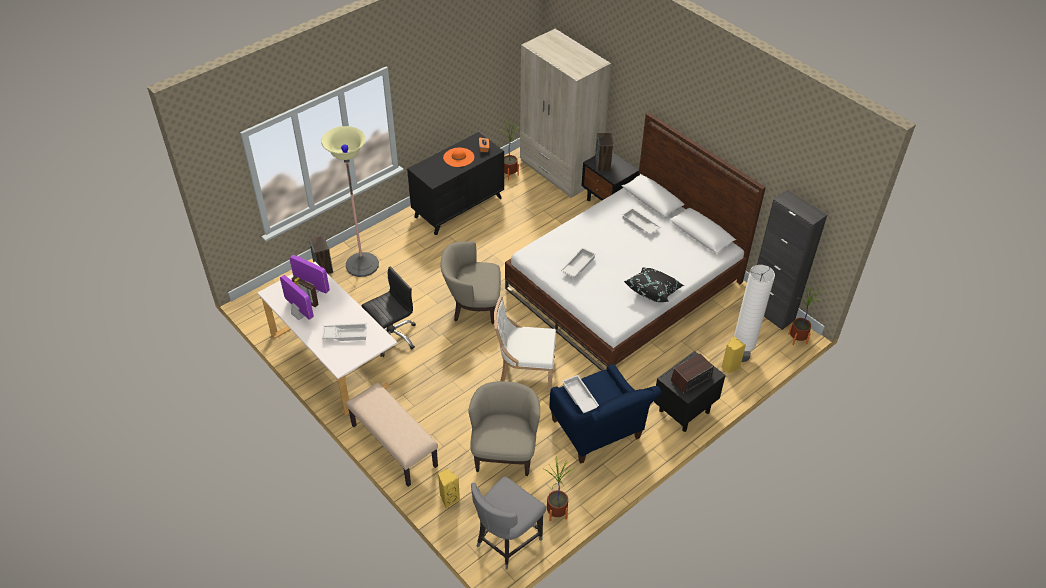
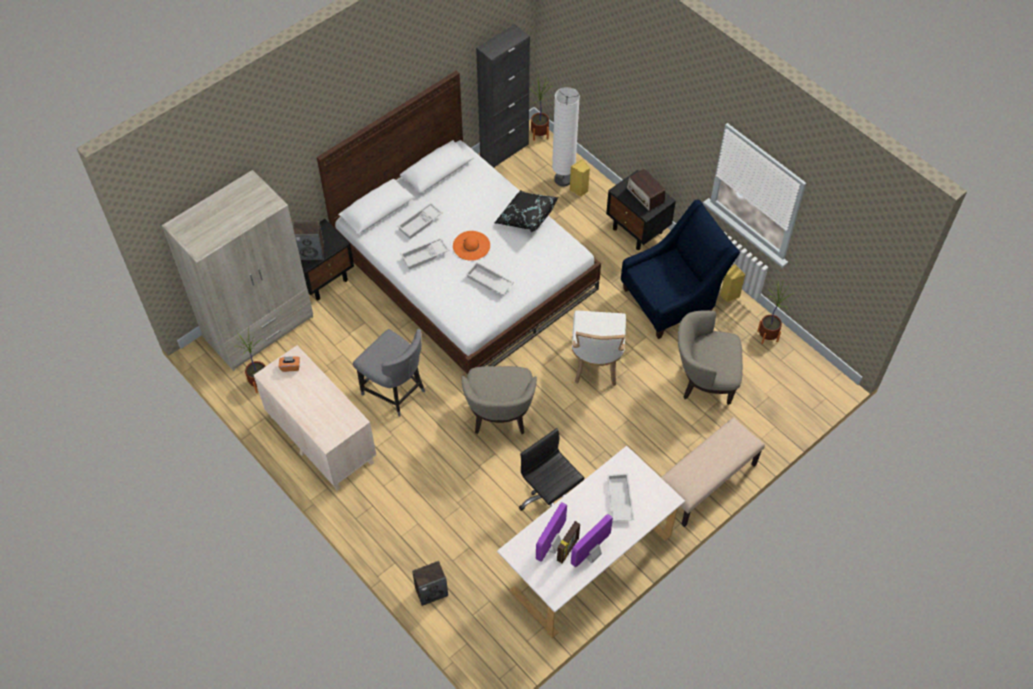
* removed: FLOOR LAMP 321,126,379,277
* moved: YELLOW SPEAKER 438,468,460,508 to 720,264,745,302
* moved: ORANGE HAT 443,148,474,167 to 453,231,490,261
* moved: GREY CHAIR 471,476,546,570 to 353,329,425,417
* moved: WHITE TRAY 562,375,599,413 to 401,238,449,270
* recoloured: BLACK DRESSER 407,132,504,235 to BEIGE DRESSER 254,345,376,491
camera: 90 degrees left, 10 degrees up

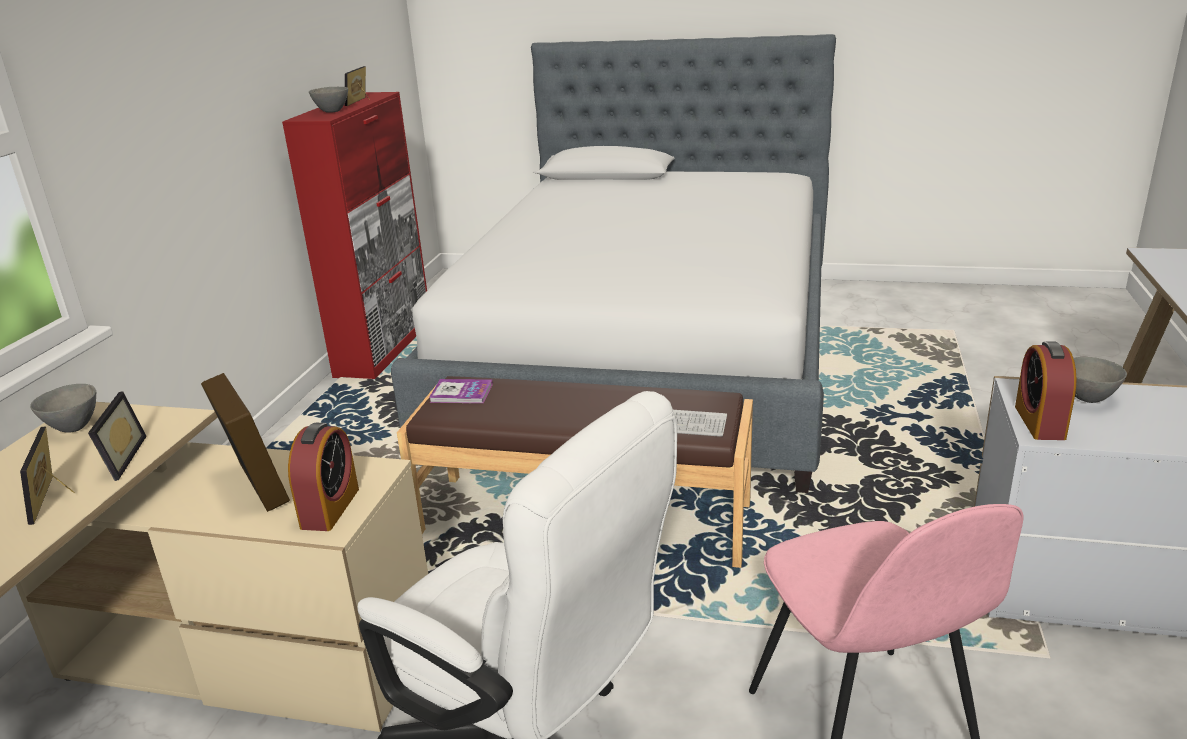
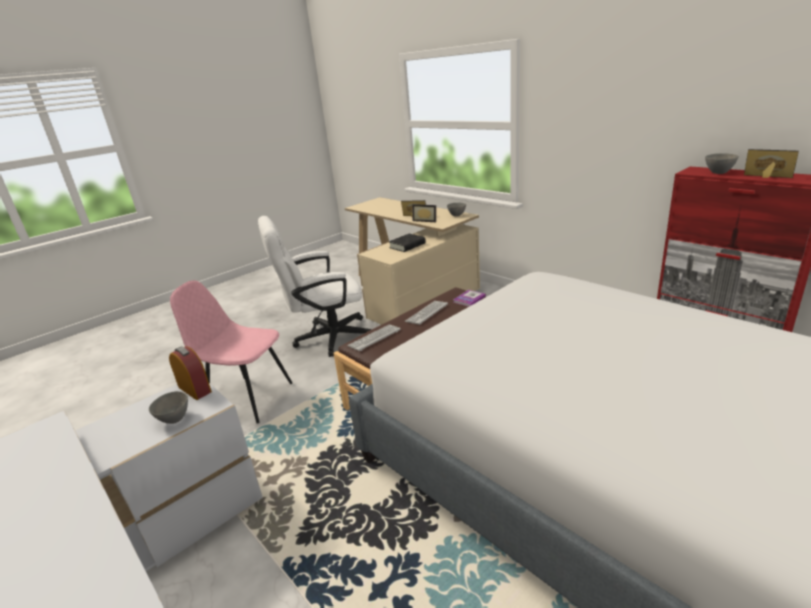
* removed: ALARM CLOCK 288,423,359,531
* added: KEYBOARD 405,301,448,325
* replaced: PICTURE FRAME 201,373,290,512 to BLACK BOOK 389,234,426,252
camera: 125 degrees right, 0 degrees up

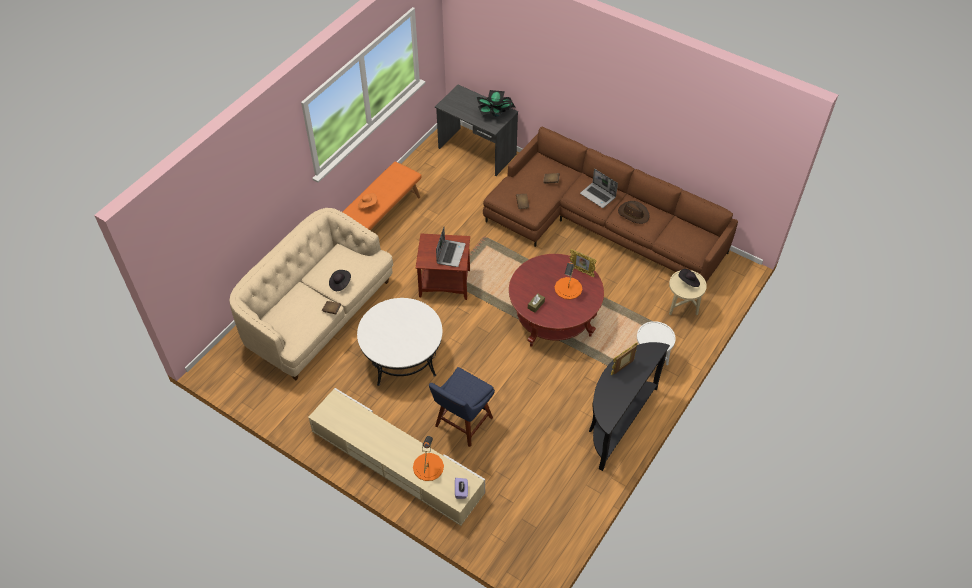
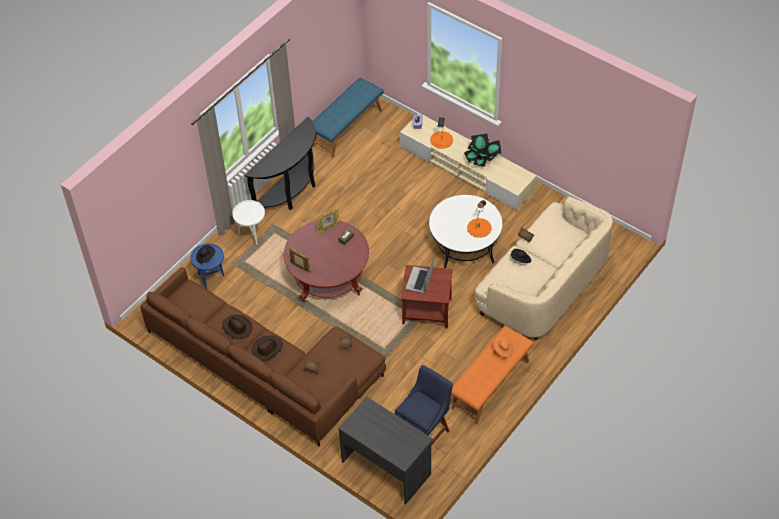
* added: BLUE BENCH 312,78,384,158
* moved: BLUE CHAIR 429,367,495,447 to 394,365,453,445
* moved: POTTED PLANT 476,90,516,117 to 464,134,502,167
* moved: ORANGE TABLE LAMP 555,262,582,300 to 467,200,492,238
* moved: PICTURE FRAME 611,342,638,375 to 316,208,340,235
* replaced: LAPTOP 580,169,618,208 to BROWN HAT 252,335,283,361
* recoloured: BEIGE SIDE TABLE 669,270,707,315 to BLUE SIDE TABLE 190,243,224,289
camera: 175 degrees left, 0 degrees up

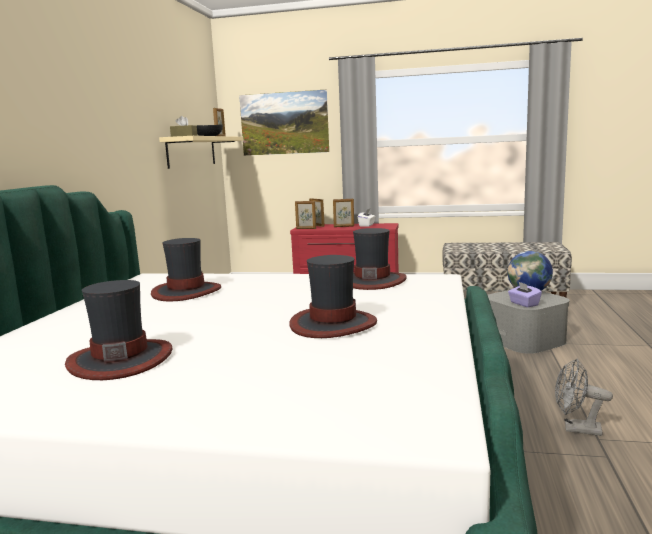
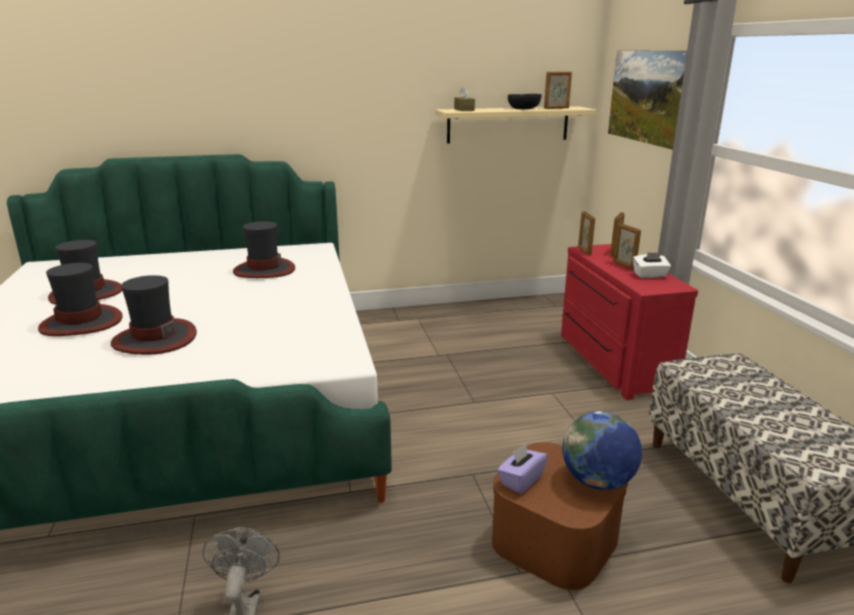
* moved: HAT 353,228,407,290 to 38,263,123,336
* recoloured: GREY STORAGE BOX 488,290,570,354 to BROWN STORAGE BOX 491,442,628,590
camera: 65 degrees right, 10 degrees up

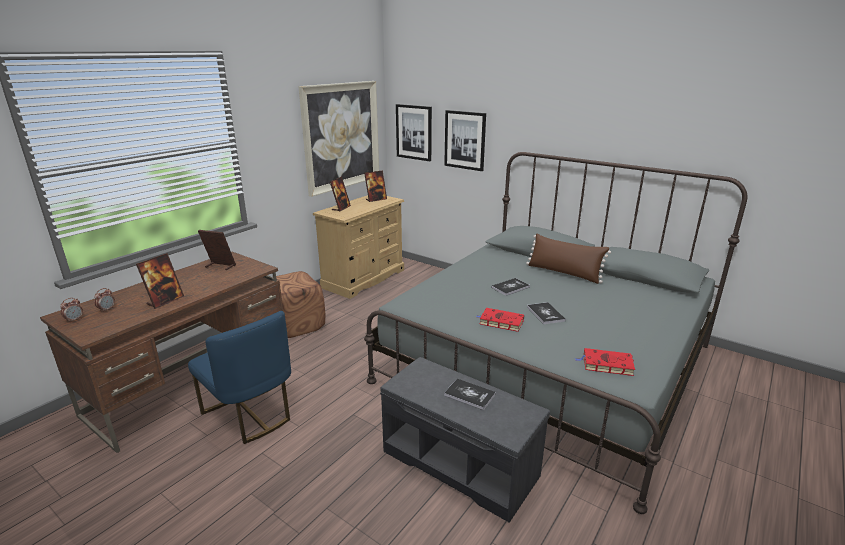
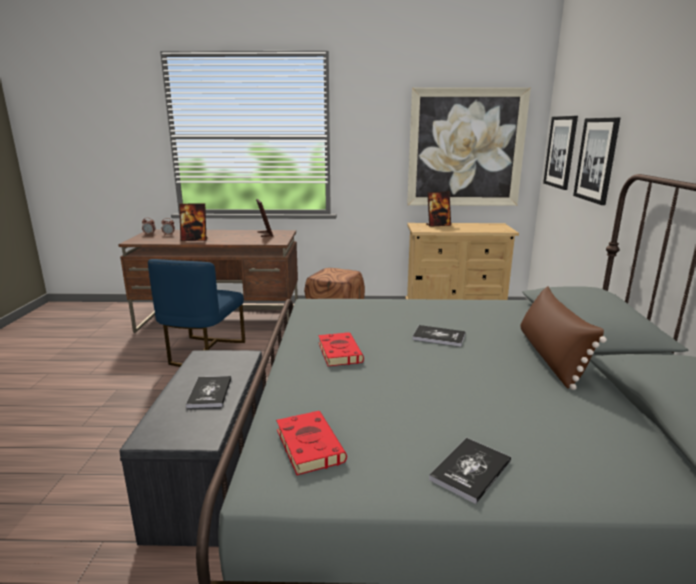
* removed: PICTURE FRAME 364,170,387,202
* moved: BOOK 527,302,566,325 to 429,438,511,504
camera: 55 degrees right, 5 degrees down

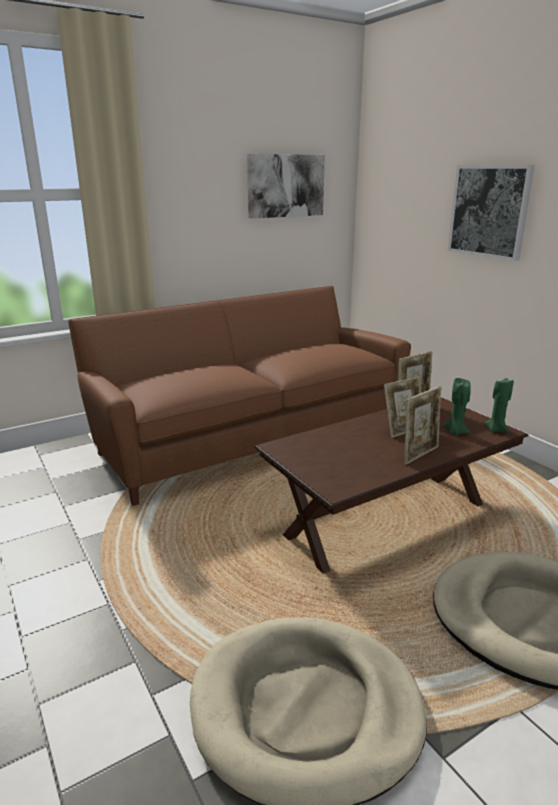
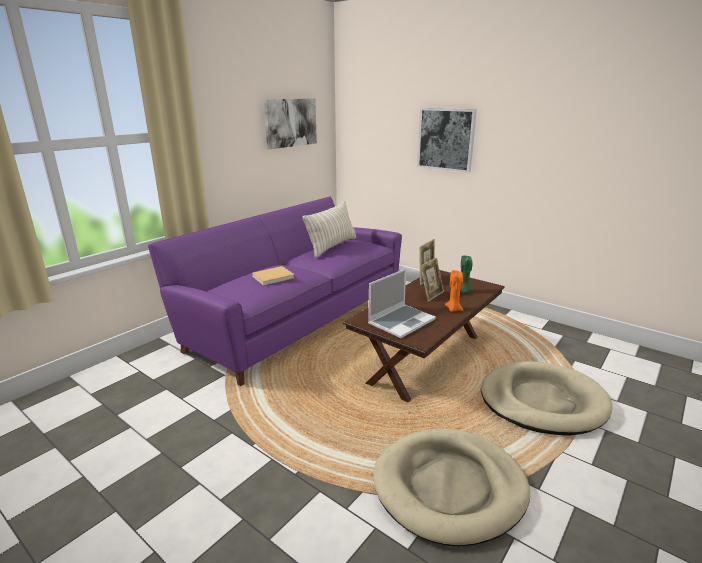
* removed: GREEN CANDLE 484,378,513,433
* added: BEIGE BOOK 252,266,294,286
* added: PILLOW 302,201,356,258
* added: LAPTOP 368,269,436,338
* replaced: PICTURE FRAME 404,386,441,465 to ORANGE CANDLE 445,270,463,312
* recoloured: BROWN SOFA 68,286,411,506 to PURPLE SOFA 148,197,402,386
camera: 20 degrees left, 0 degrees up

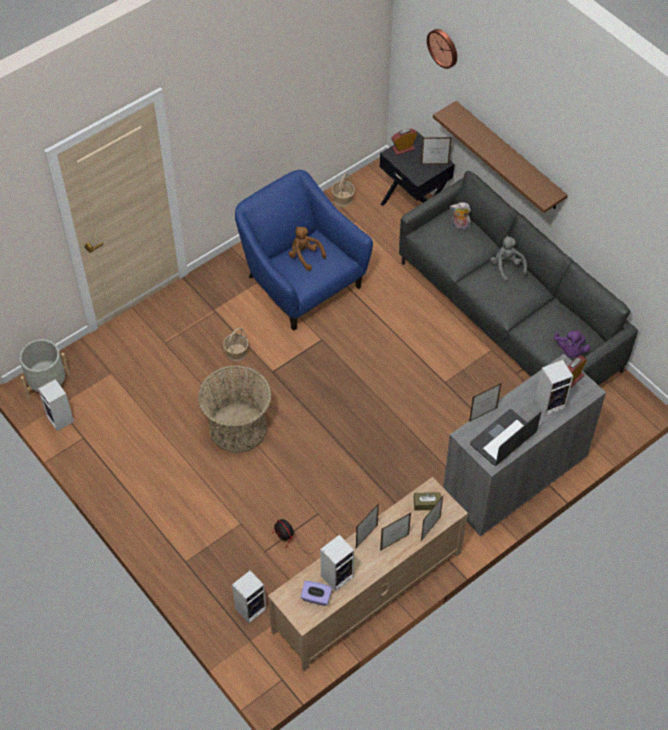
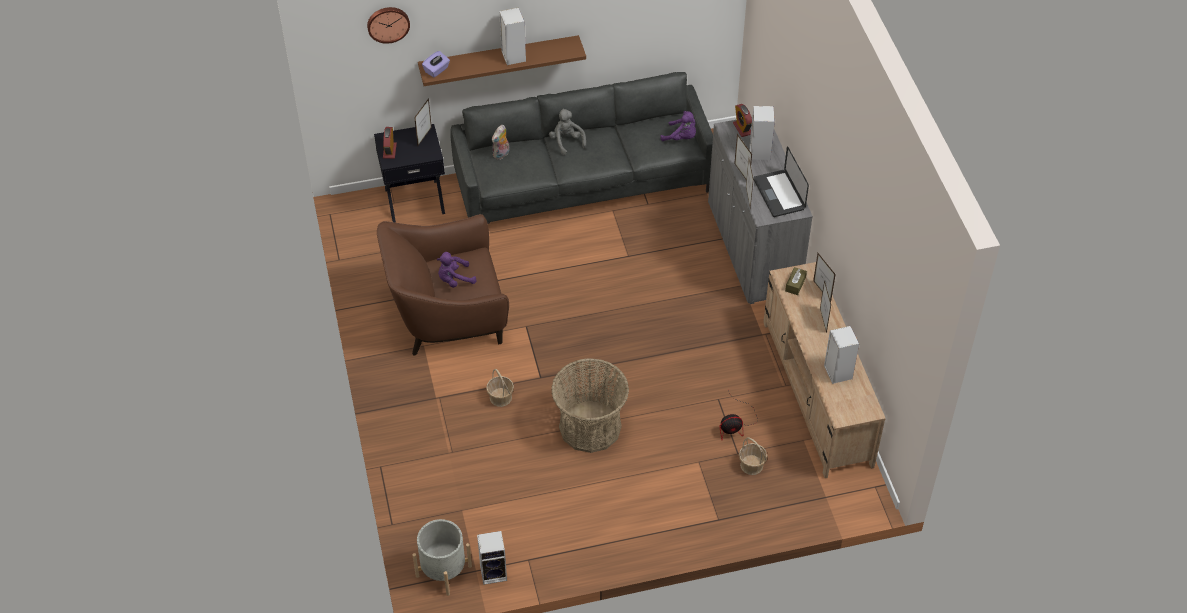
* moved: SPEAKER 232,570,266,623 to 499,7,526,65
* moved: PURPLE TISSUE BOX 301,581,332,606 to 422,51,450,78
* moved: BASKET 331,173,355,207 to 739,437,767,475
* moved: PICTURE FRAME 356,503,379,548 to 734,134,752,180
* recoloured: BLUE ARMCHAIR 235,170,373,330 to BROWN ARMCHAIR 377,214,509,356
* recoloured: BROWN PLUSH TOY 289,227,326,271 to PURPLE PLUSH TOY 437,252,477,288
* turned: GREY PLUSH TOY 490,236,527,282 = 549,109,586,155 60 degrees clockwise
camera: 65 degrees left, 5 degrees down

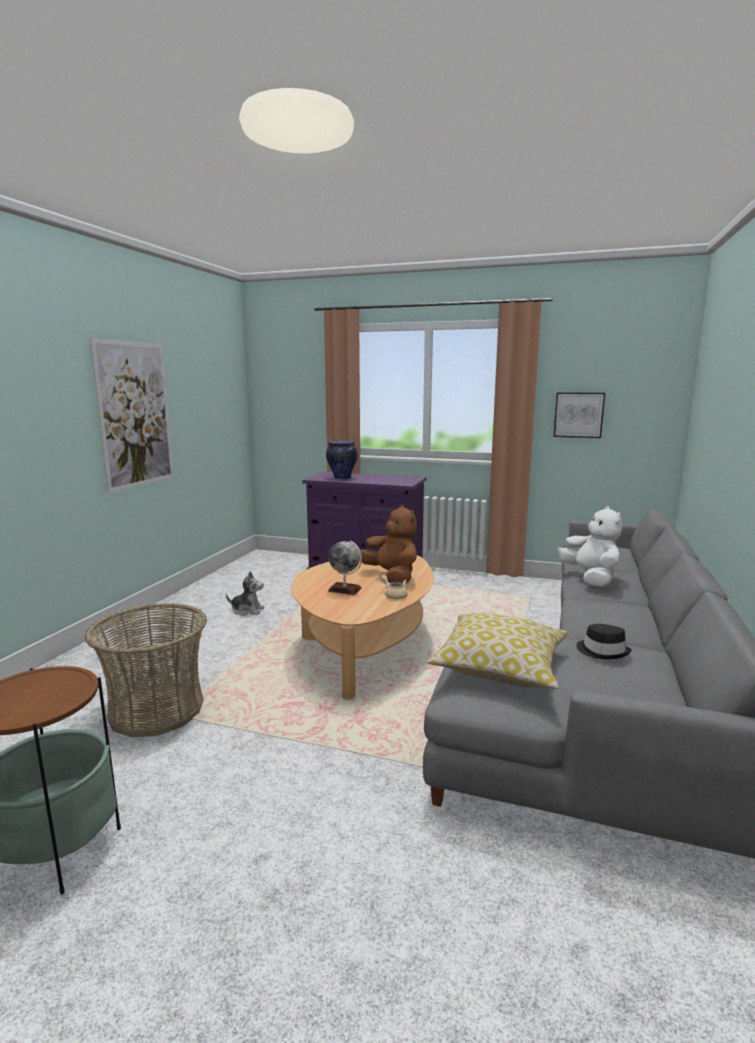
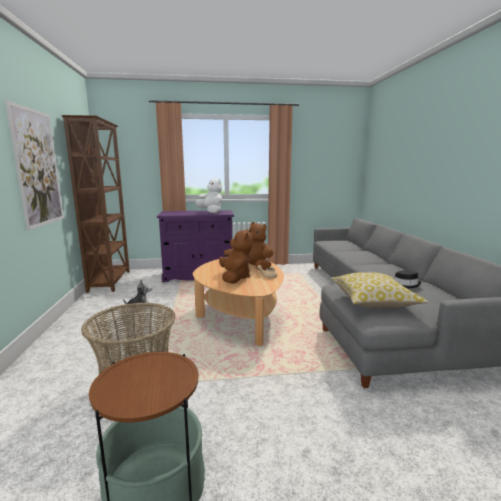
* removed: VASE 326,441,358,479
* removed: PICTURE 554,392,605,438
* added: BROWN BOOKCASE 62,115,130,293
* moved: WHITE PLUSH TOY 558,506,622,587 to 195,178,222,213
* replaced: GLOBE 328,541,362,595 to BROWN PLUSH TOY 219,229,252,284
camera: 25 degrees left, 0 degrees up

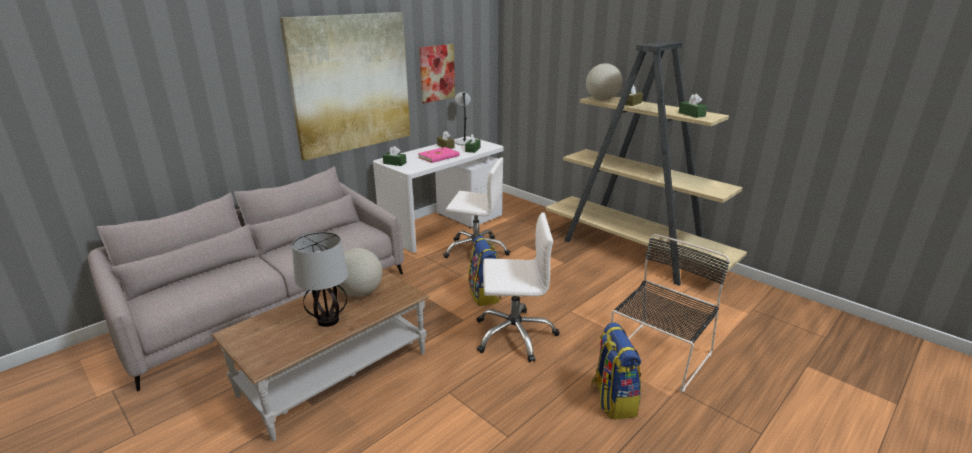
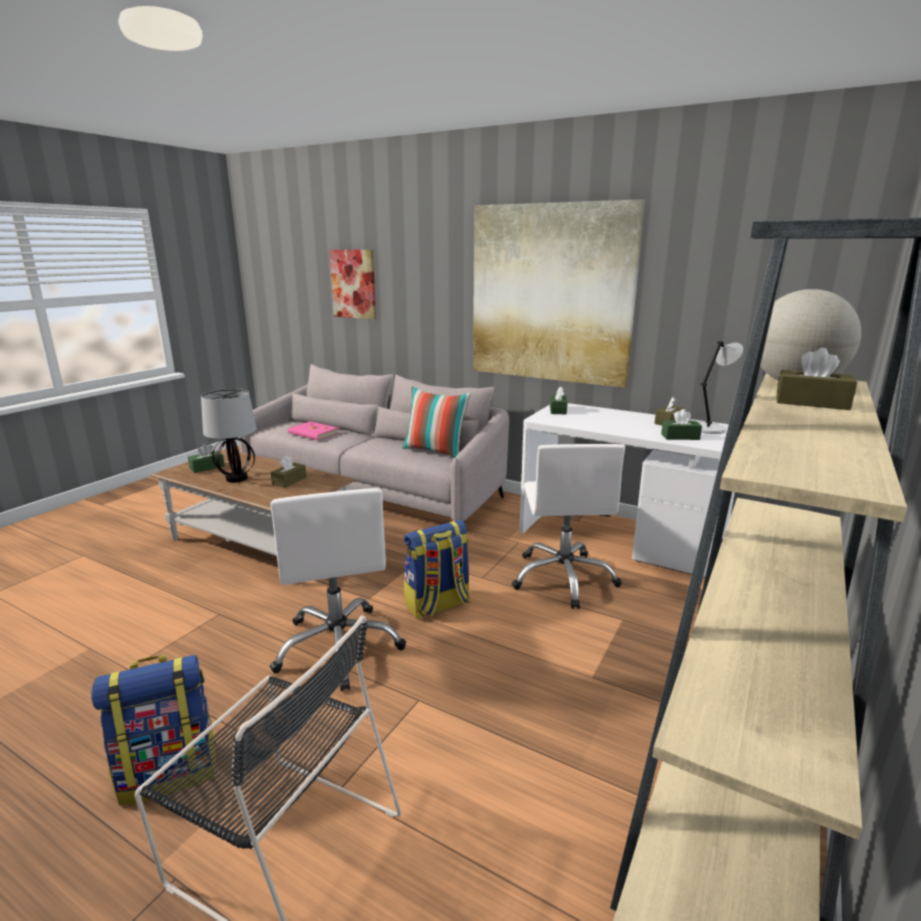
* added: PILLOW 402,386,471,458
* moved: PINK BOOK 418,147,460,163 to 288,421,339,440
* moved: PICTURE 419,44,455,103 to 329,250,376,320
* moved: GREEN TISSUE BOX 679,94,707,118 to 188,444,225,473
* replaced: GLOBE 338,248,382,297 to BROWN TISSUE BOX 271,455,306,488
camera: 75 degrees right, 5 degrees down

